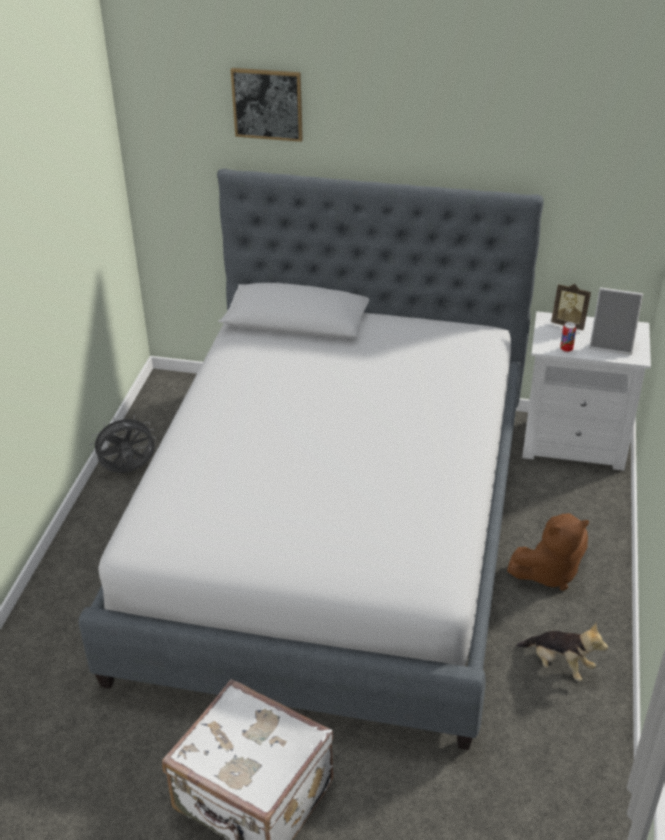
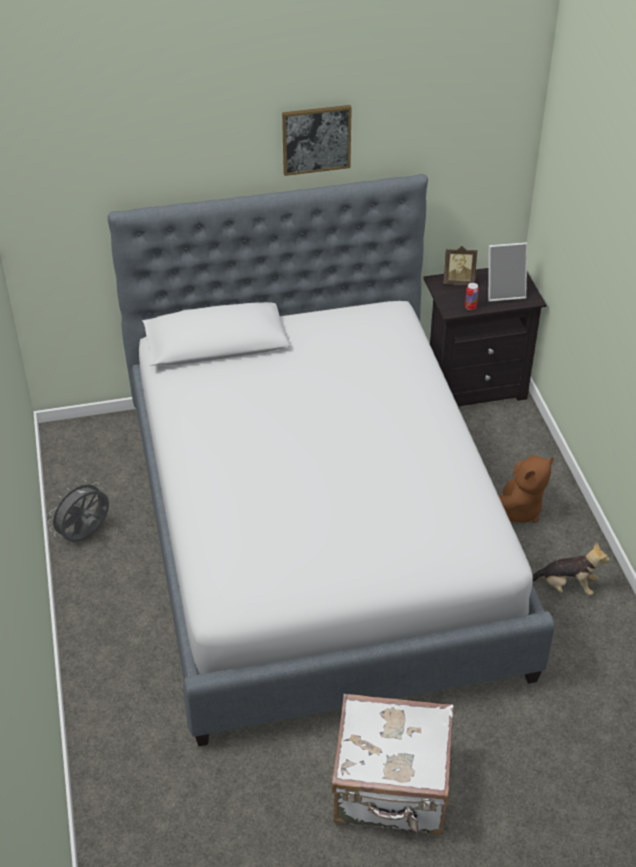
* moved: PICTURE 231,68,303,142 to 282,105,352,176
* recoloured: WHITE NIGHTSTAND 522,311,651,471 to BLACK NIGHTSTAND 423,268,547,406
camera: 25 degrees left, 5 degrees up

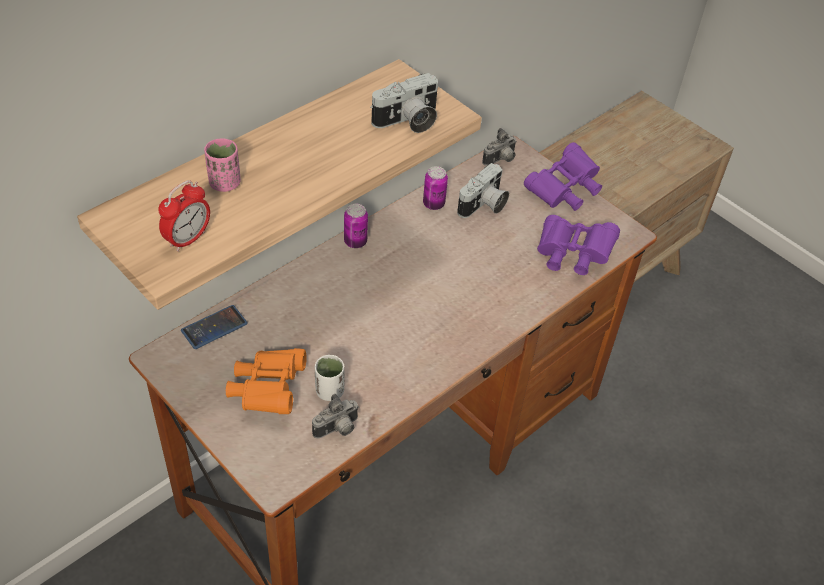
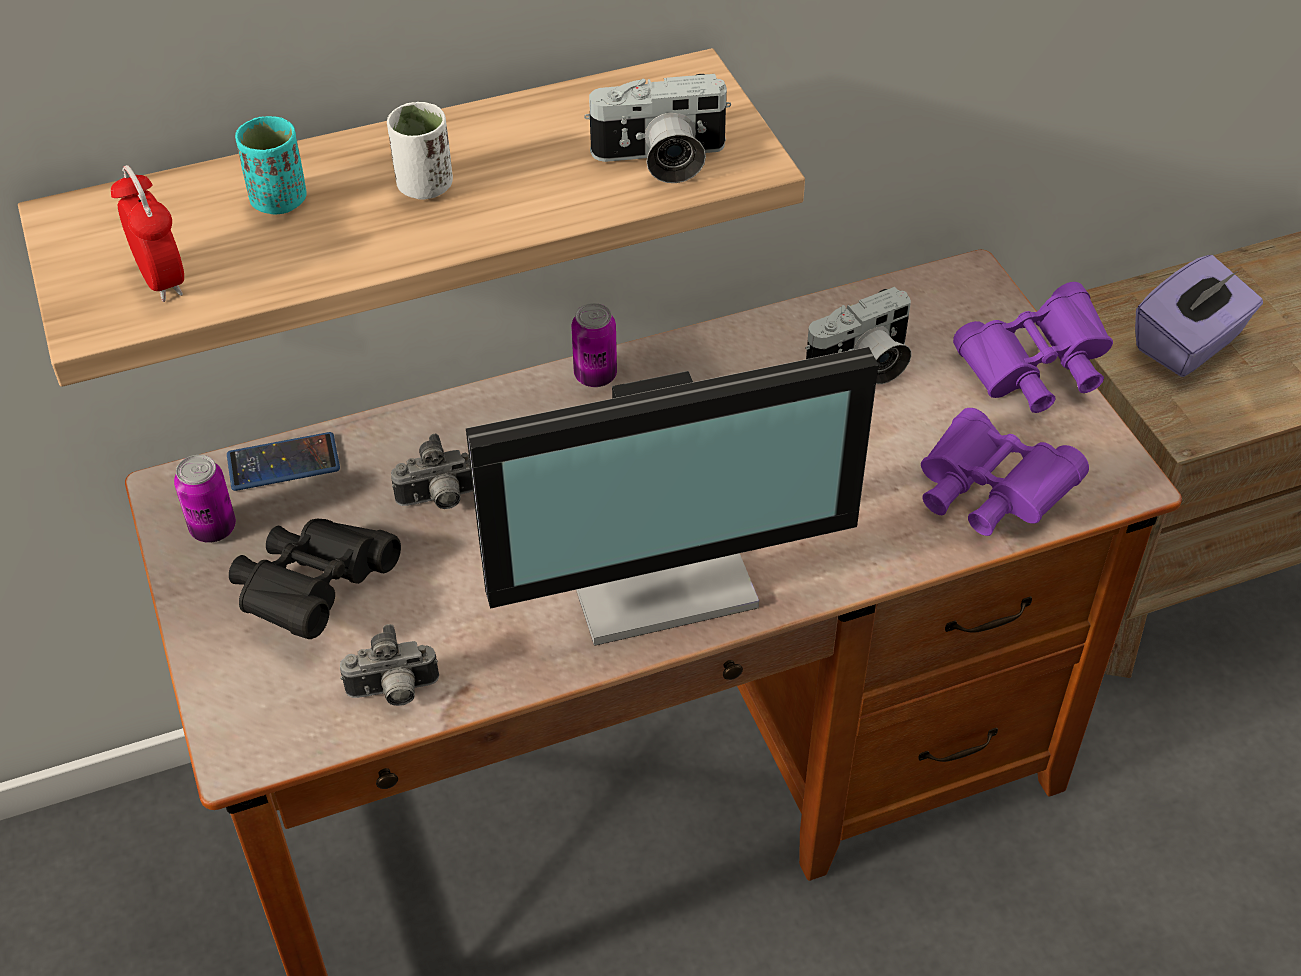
* added: MONITOR 466,347,879,646
* added: PURPLE TISSUE BOX 1135,255,1263,377
* moved: WHITE CUP 315,355,345,401 to 387,102,453,199
* moved: CAN 423,166,448,210 to 174,455,236,543
* moved: PHOTO CAMERA 482,128,517,165 to 391,434,473,509
* recoloured: PINK CUP 204,138,241,192 to TURQUOISE CUP 234,116,307,215
* recoloured: ORANGE BINOCULARS 226,348,307,414 to BLACK BINOCULARS 229,519,401,639
* turned: ALARM CLOCK 158,180,210,252 = 111,165,184,302 90 degrees counterclockwise
camera: 25 degrees right, 0 degrees up

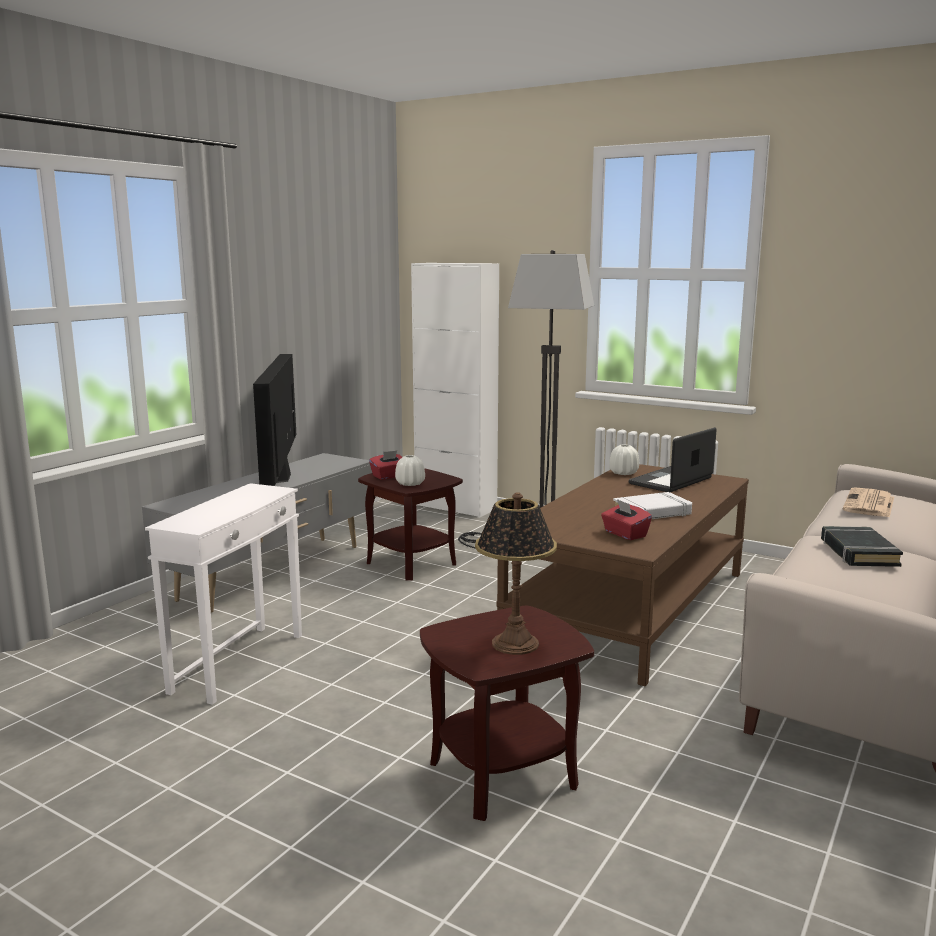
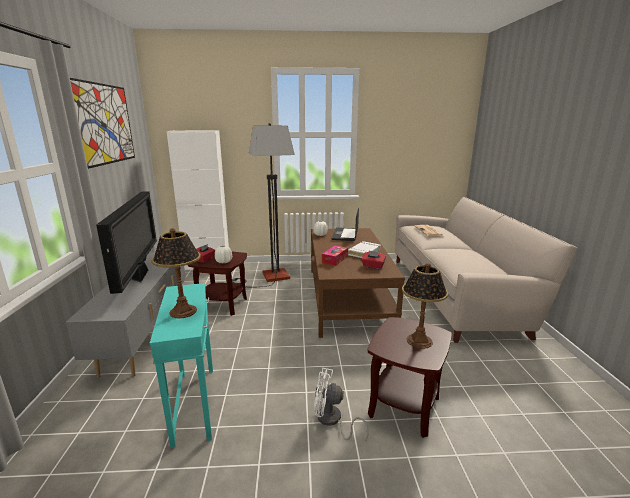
* removed: BLACK BOOK 821,526,903,567
* added: PICTURE 70,78,135,169
* added: TABLE LAMP 152,228,201,319
* added: WHITE FAN 314,368,369,440
* added: TISSUE BOX 322,246,348,266
* recoloured: WHITE SIDE TABLE 145,483,302,705 to TURQUOISE SIDE TABLE 150,283,213,448
* turned: TELEVISION 253,354,296,486 = 96,191,157,294 150 degrees counterclockwise
camera: 35 degrees left, 5 degrees up

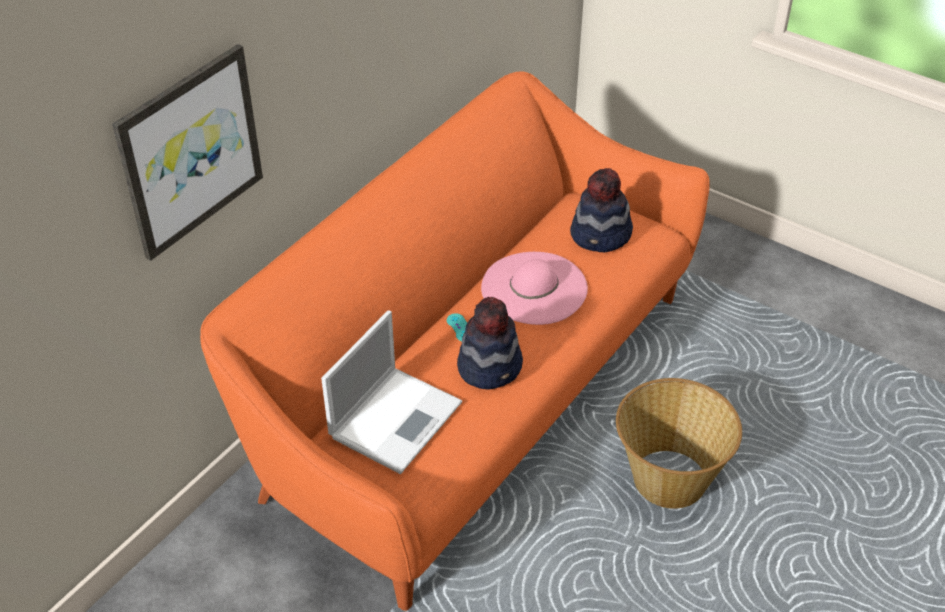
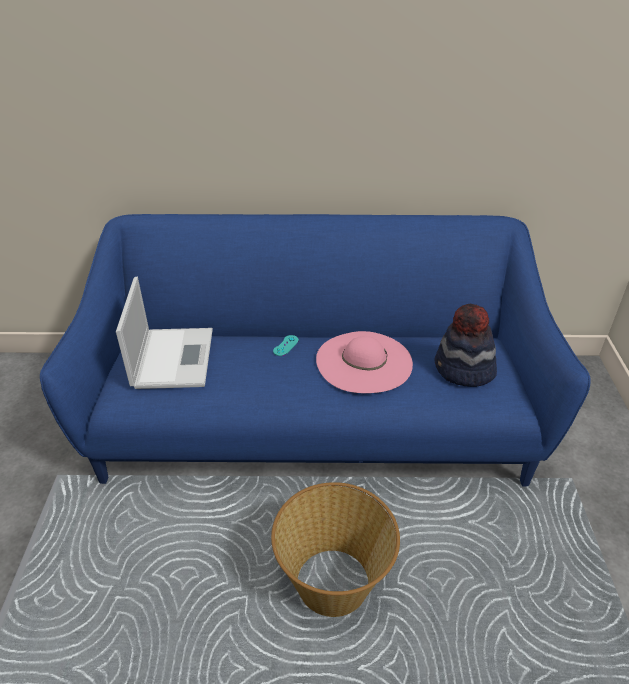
* removed: PICTURE 112,44,263,261
* removed: HAT 457,297,523,389
* recoloured: ORANGE SOFA 200,71,710,611 to BLUE SOFA 40,214,591,487
* turned: LAPTOP 321,311,462,474 = 116,277,213,389 90 degrees counterclockwise
camera: 55 degrees right, 5 degrees down

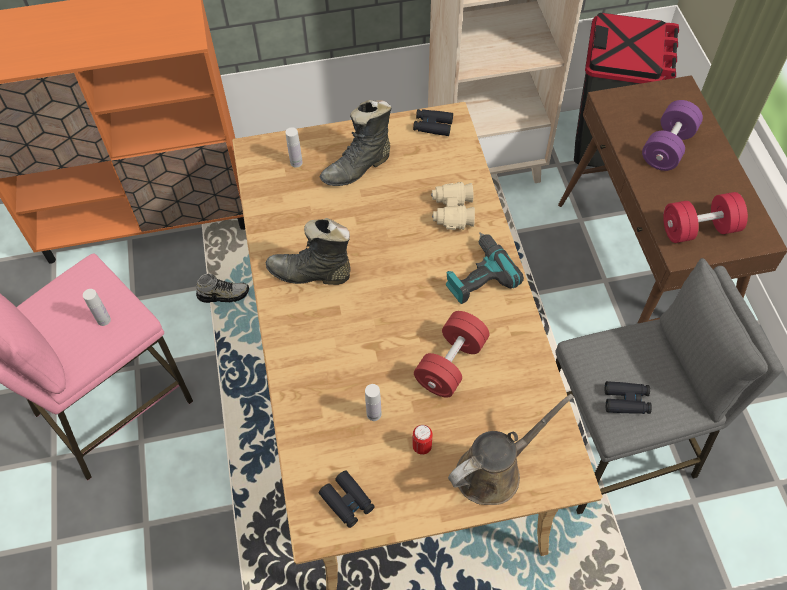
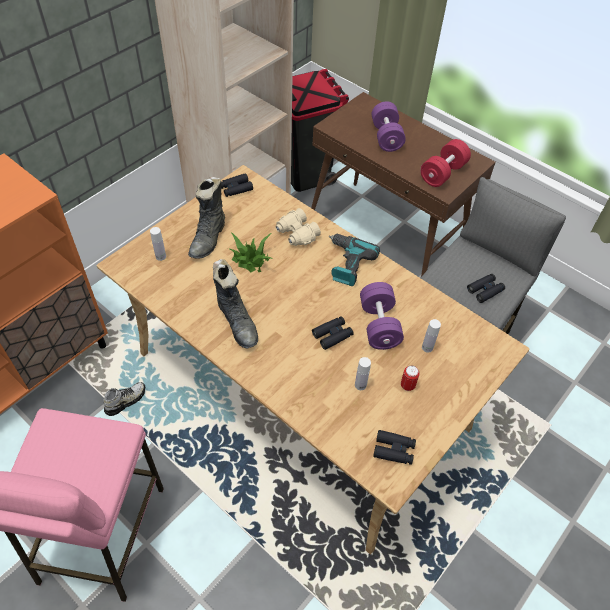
* removed: BROWN WATERING CAN 448,394,574,505
* added: POTTED PLANT 228,233,272,272
* added: BLACK BINOCULARS 312,316,354,350
* moved: WHITE BOTTLE 83,289,111,326 to 422,319,441,353
* recoloured: RED DUMBBELL 414,311,489,397 to PURPLE DUMBBELL 360,282,404,350
* turned: BLACK BOOT 265,218,351,285 = 213,259,258,348 90 degrees counterclockwise
camera: 40 degrees left, 5 degrees down

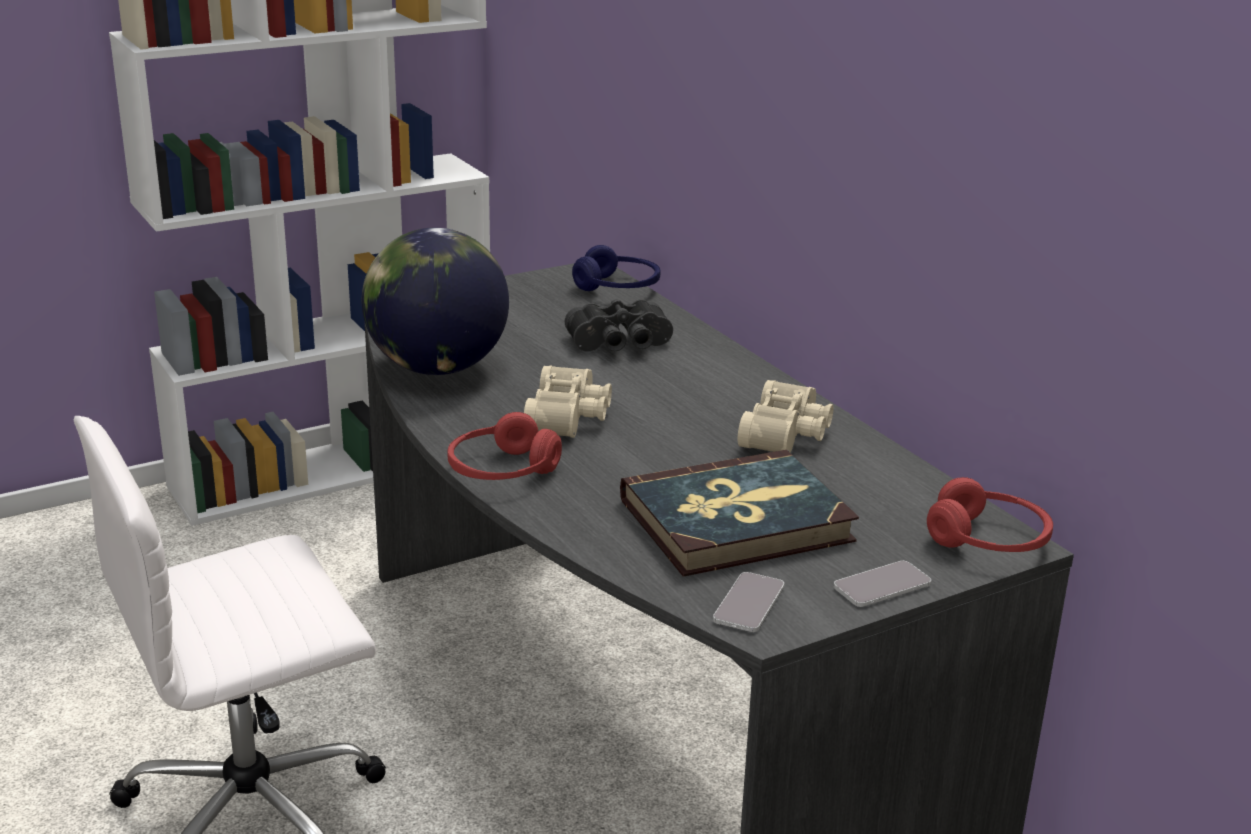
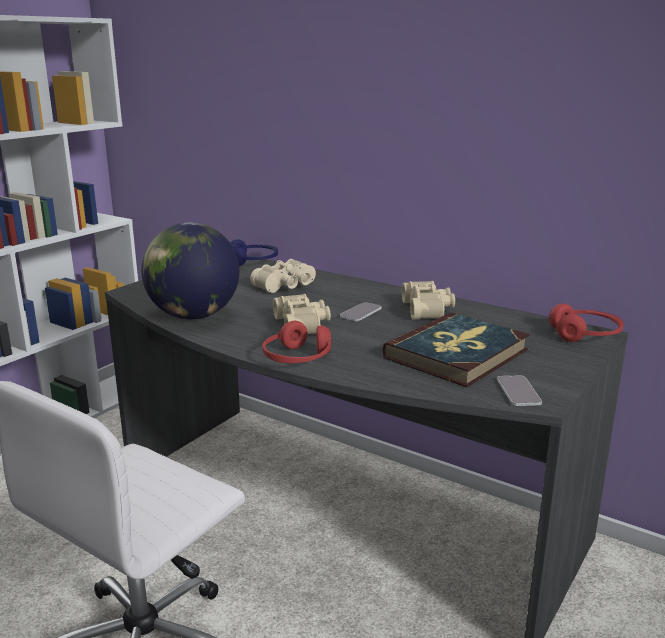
* moved: PHONE 834,561,931,607 to 340,302,382,321
* recoloured: BLACK BINOCULARS 565,299,673,351 to BEIGE BINOCULARS 250,259,316,293
camera: 25 degrees left, 5 degrees down

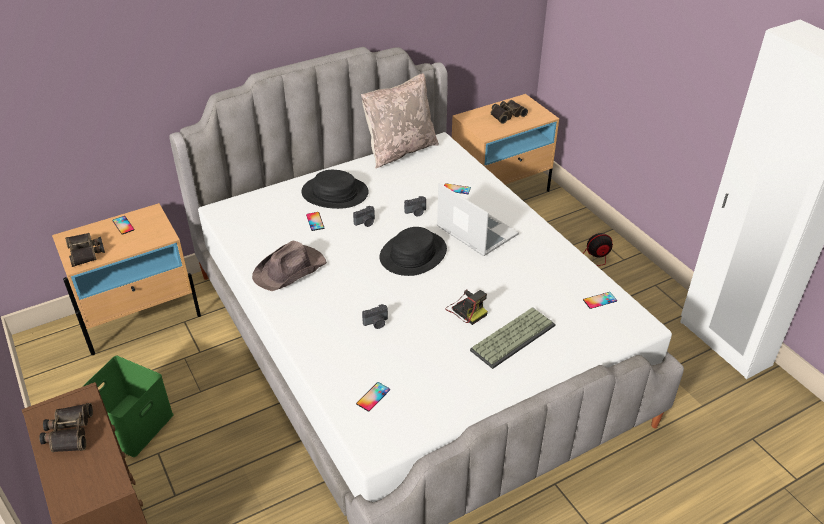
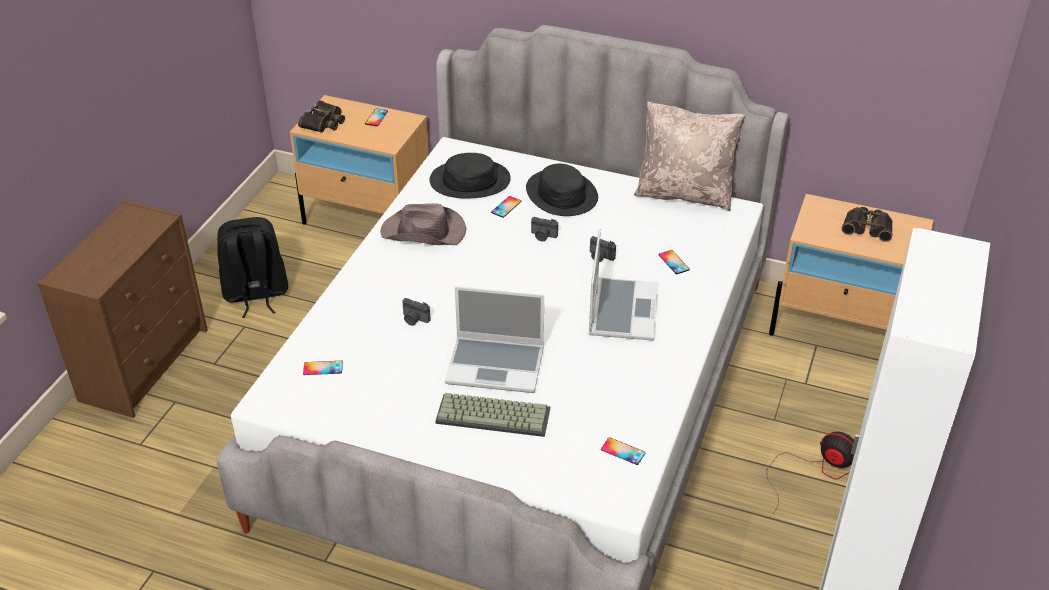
* removed: BINOCULARS 39,403,93,452
* moved: BLACK HAT 379,227,447,276 to 429,153,511,198
* replaced: GREEN STORAGE BOX 82,356,174,457 to BLACK BACKPACK 217,217,288,318
* replaced: PHOTO CAMERA 446,290,488,325 to LAPTOP 445,286,544,393
camera: 50 degrees right, 0 degrees up

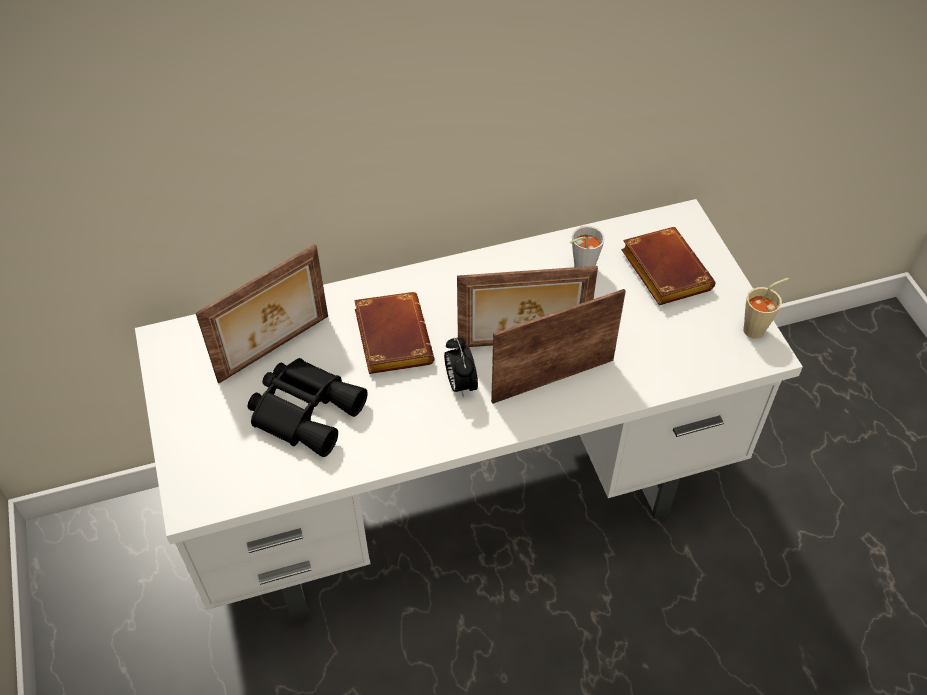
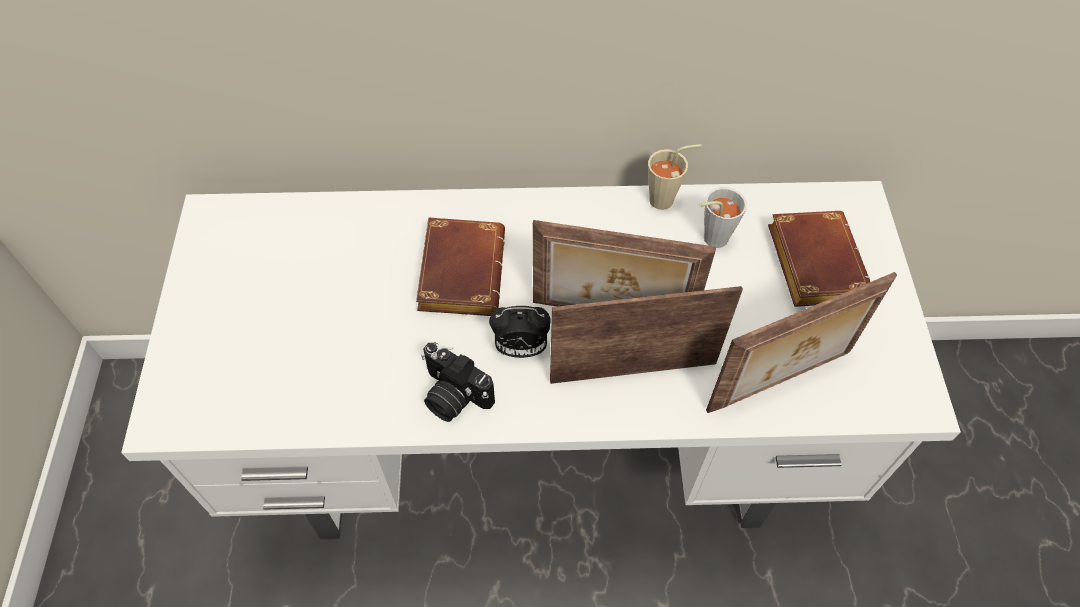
* removed: BLACK BINOCULARS 248,358,368,457
* added: PHOTO CAMERA 421,343,495,422
* moved: PICTURE FRAME 196,244,328,383 to 706,272,897,413
* moved: BEIGE CUP 743,278,789,339 to 648,144,702,210
* turned: ALARM CLOCK 444,338,478,398 = 489,306,551,358 90 degrees counterclockwise
camera: 15 degrees right, 5 degrees up

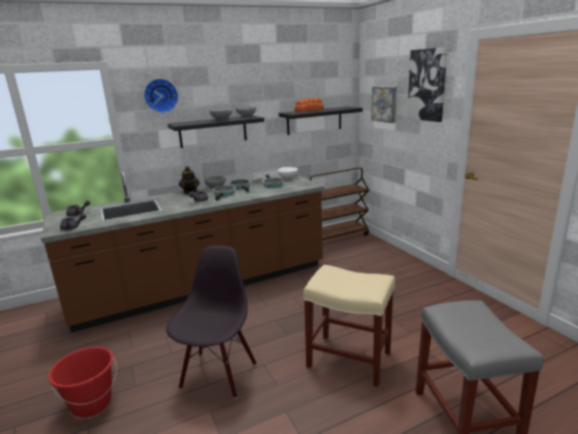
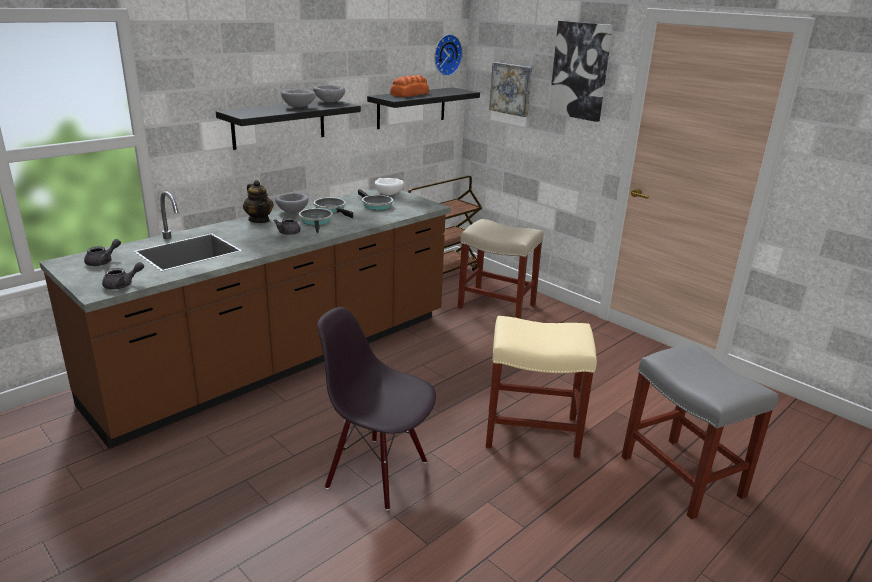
* removed: RED BUCKET 48,347,117,418
* added: BEIGE STOOL 458,219,543,319
* moved: WALL CLOCK 144,79,178,113 to 434,34,463,76
* turned: BLACK CHAIR 166,246,257,399 = 317,307,436,510 60 degrees counterclockwise
camera: 20 degrees left, 5 degrees up

